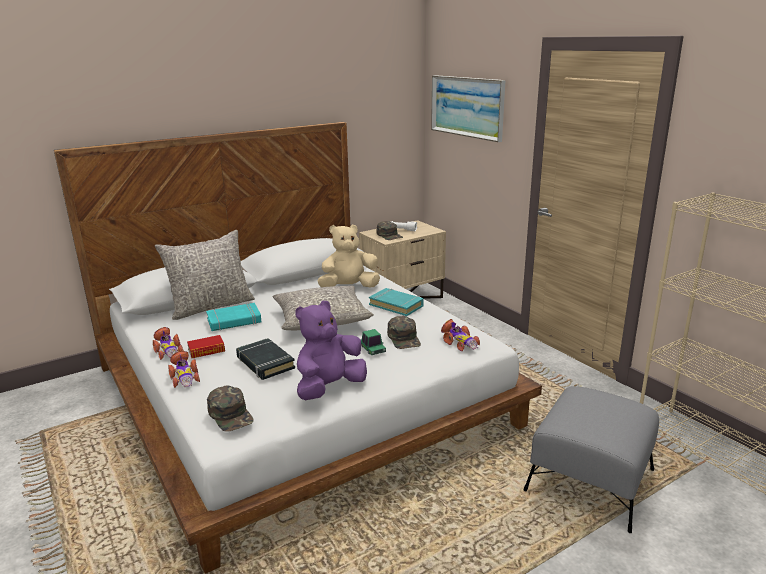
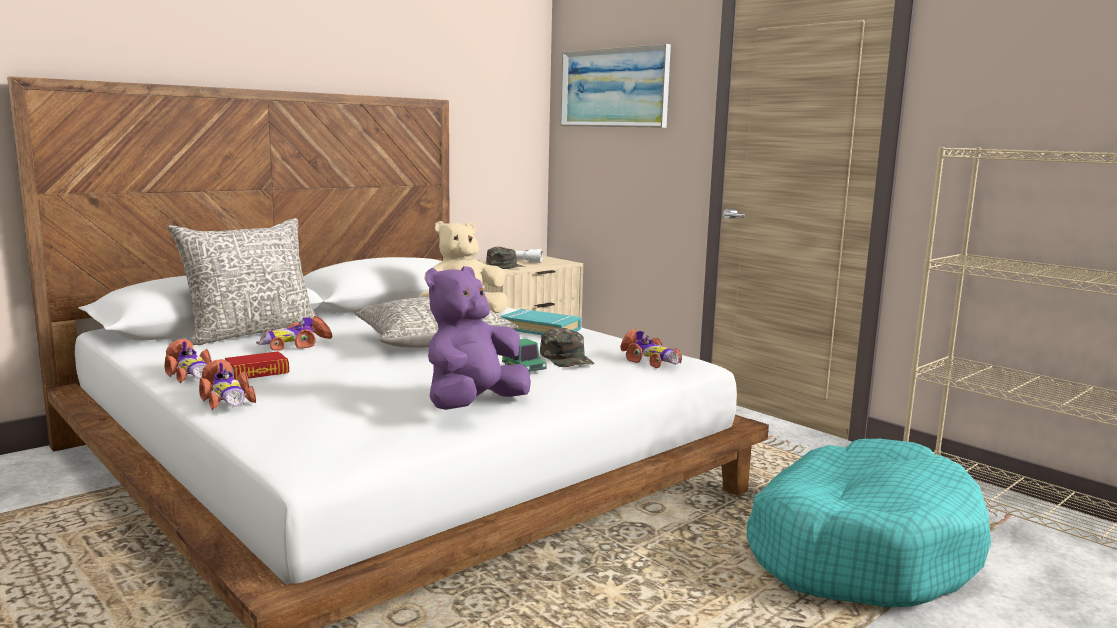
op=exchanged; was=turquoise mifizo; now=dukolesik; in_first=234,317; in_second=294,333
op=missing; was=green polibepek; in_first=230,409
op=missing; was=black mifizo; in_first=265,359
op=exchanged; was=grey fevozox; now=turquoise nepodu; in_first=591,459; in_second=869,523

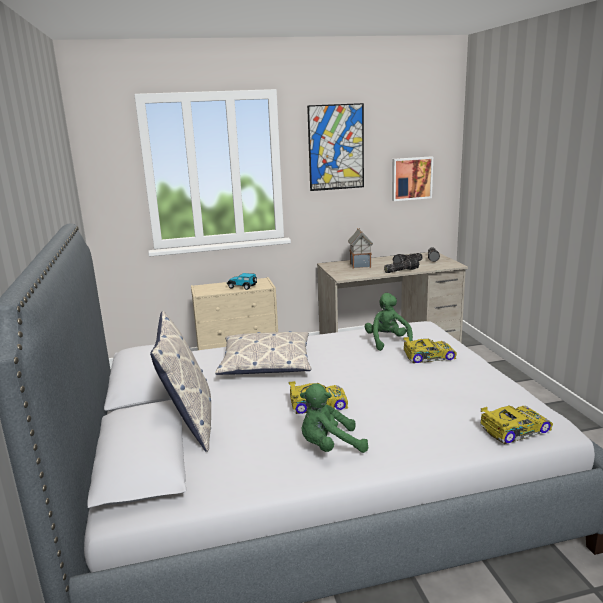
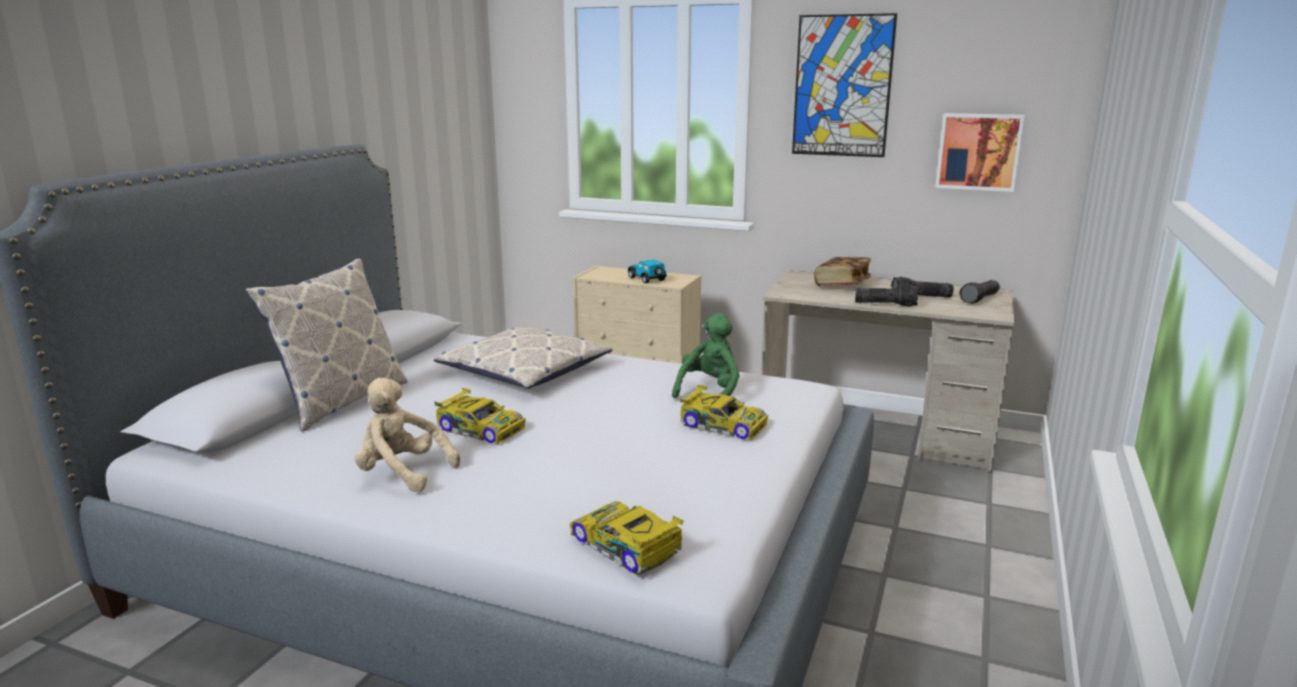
op=colour; was=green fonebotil; now=beige fonebotil; in_first=334,418; in_second=407,435
op=exchanged; was=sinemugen; now=mifizo; in_first=360,248; in_second=842,271
op=spun; was=dukolesik; in_first=516,424; in_second=627,538; clockwise=-150

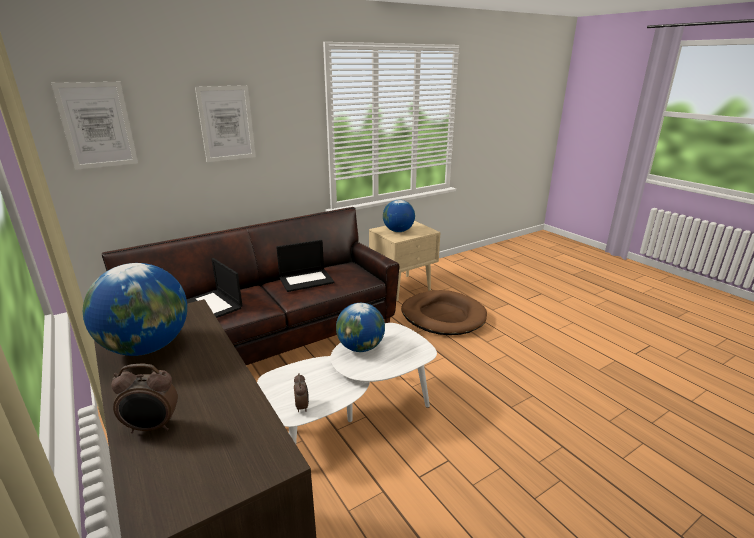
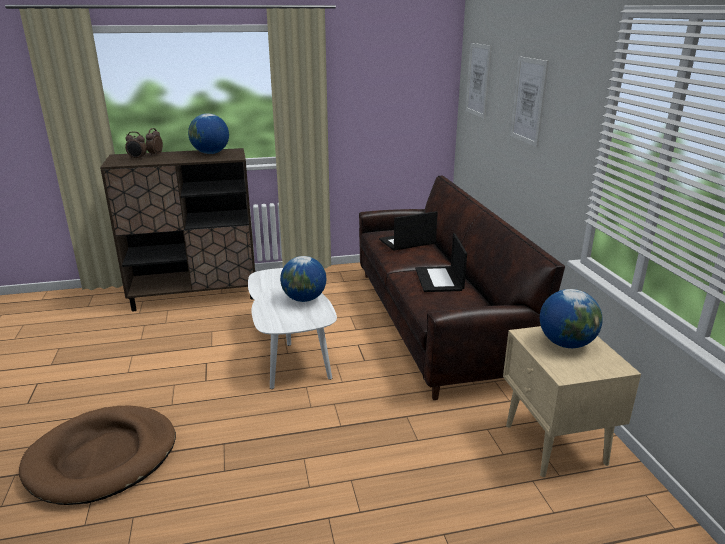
op=relocated; was=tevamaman; in_first=301,392; in_second=136,145
op=relocated; was=brown nepodu; in_first=444,312; in_second=97,455

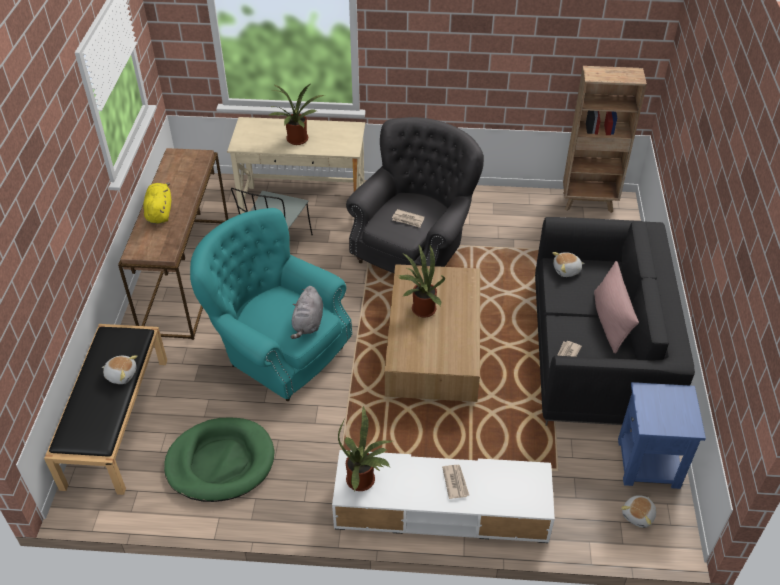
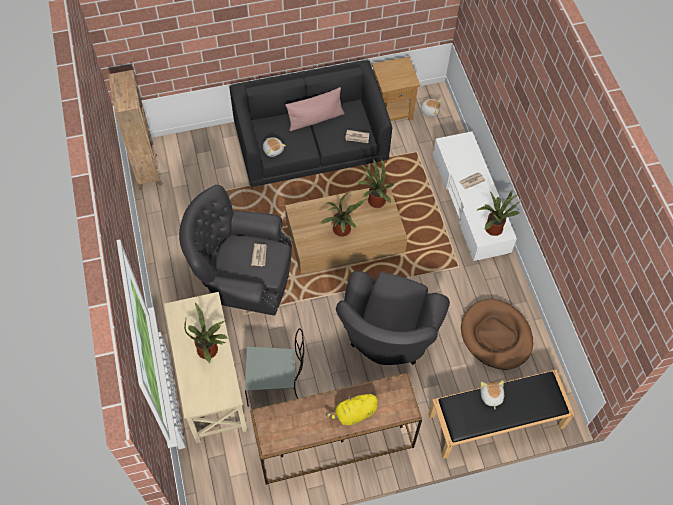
op=colour; was=green nepodu; now=brown nepodu; in_first=219,459; in_second=497,334
op=colour; was=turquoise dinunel; now=grey dinunel; in_first=271,304; in_second=393,318
op=missing; was=grey fonebotil; in_first=307,312
op=colour; was=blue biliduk; now=brown biliduk; in_first=662,435; in_second=396,89
op=appeared; now=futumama; in_second=376,183

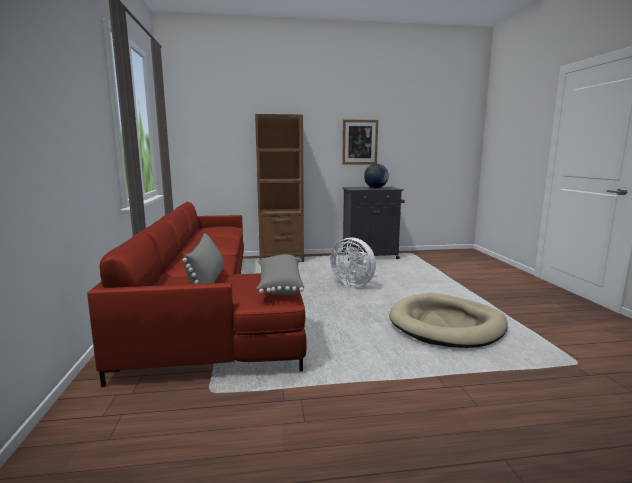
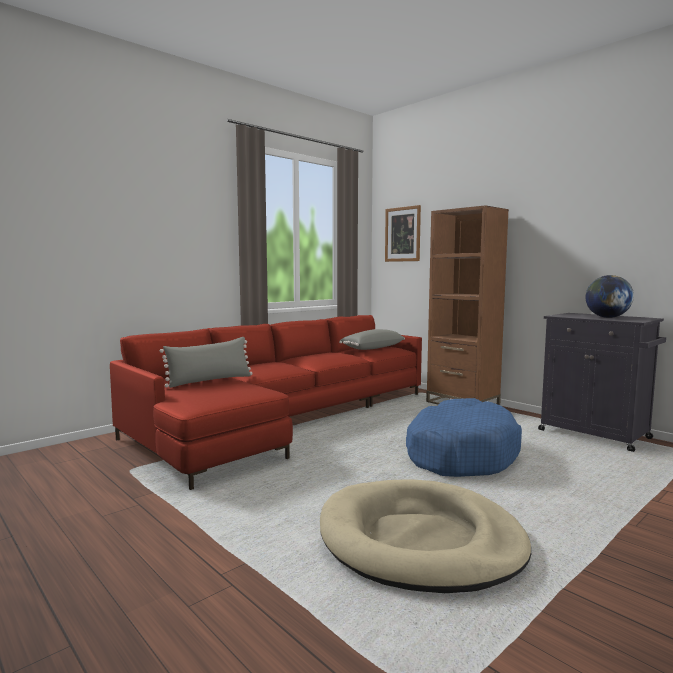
op=relocated; was=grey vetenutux; in_first=280,274; in_second=372,339
op=exchanged; was=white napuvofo; now=blue nepodu; in_first=353,262; in_second=464,437
op=relocated; was=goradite; in_first=360,142; in_second=403,233

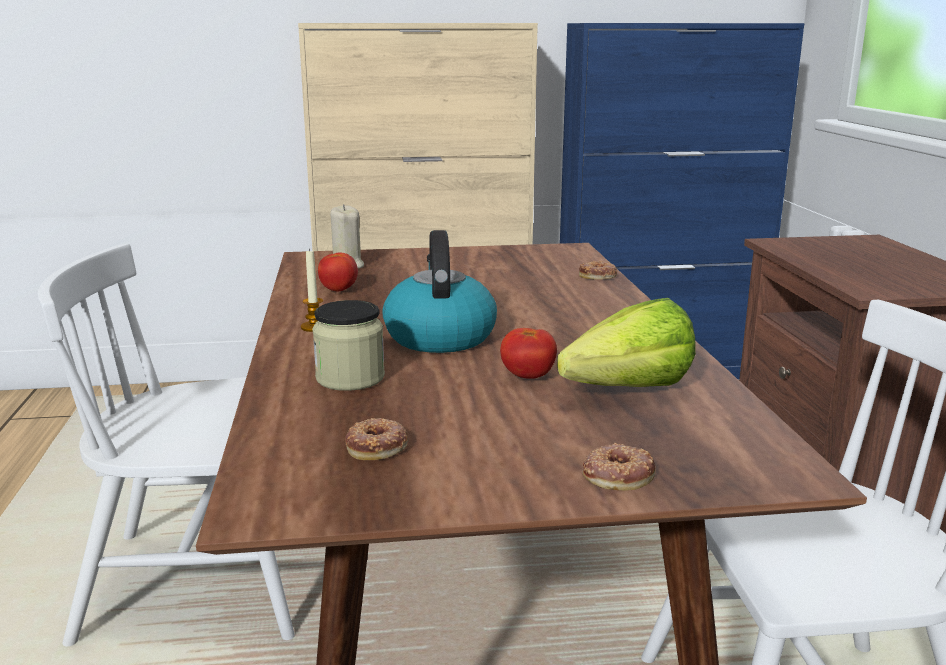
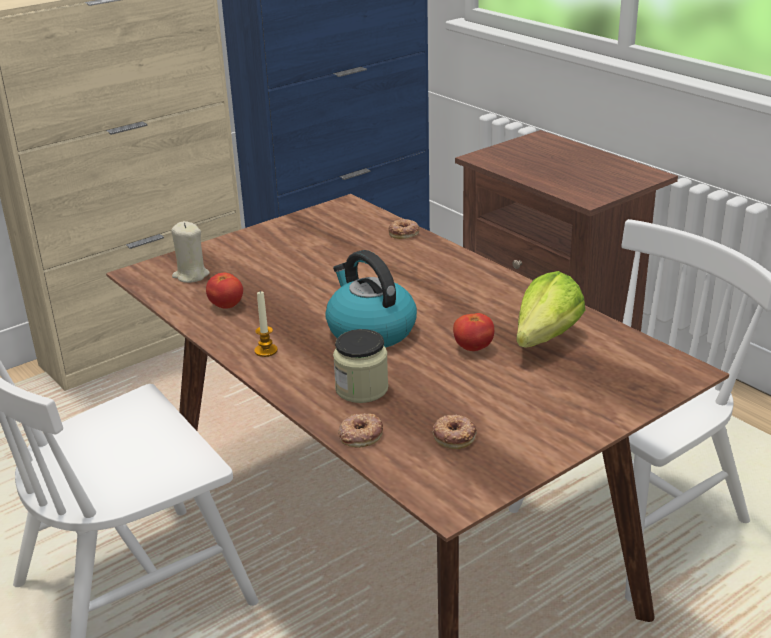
op=relocated; was=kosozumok; in_first=619,466; in_second=360,430

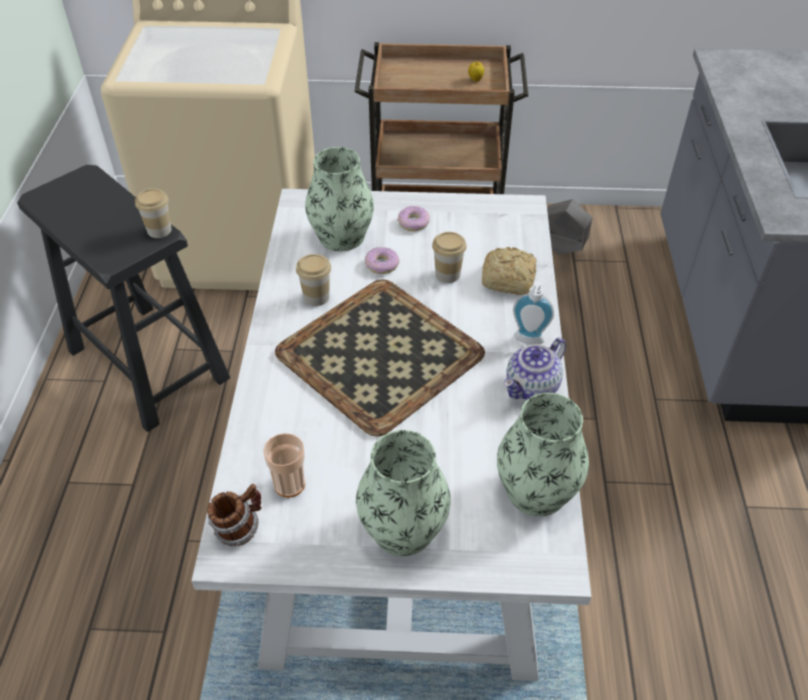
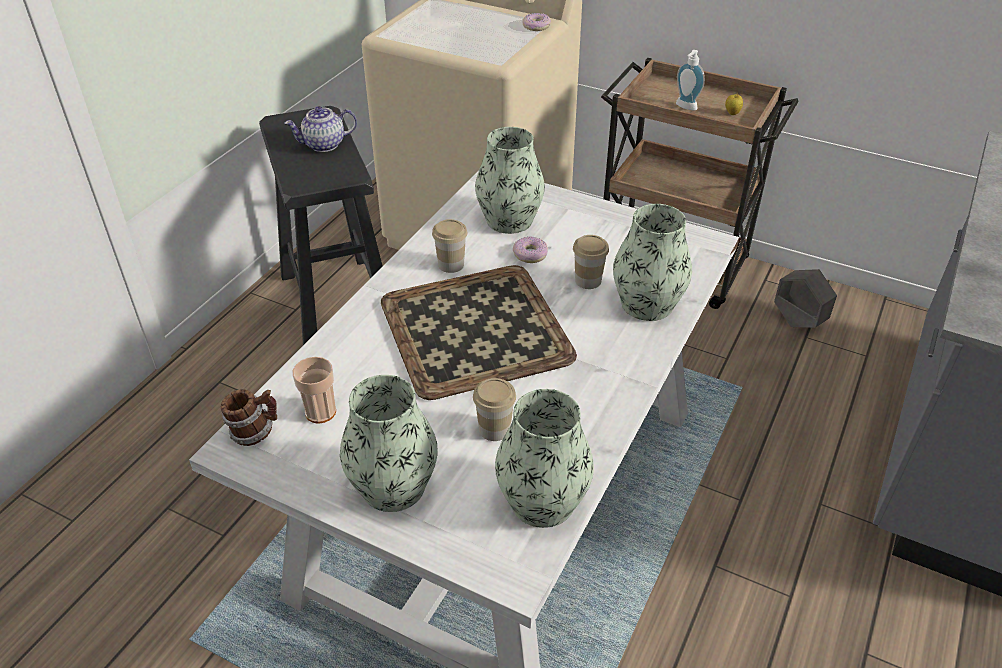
op=relocated; was=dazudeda; in_first=153,213; in_second=494,409
op=relocated; was=kosozumok; in_first=414,218; in_second=536,22
op=exchanged; was=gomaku; now=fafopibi; in_first=509,271; in_second=652,262
op=relocated; was=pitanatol; in_first=535,369; in_second=320,129
op=relocated; was=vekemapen; in_first=533,312; in_second=690,80

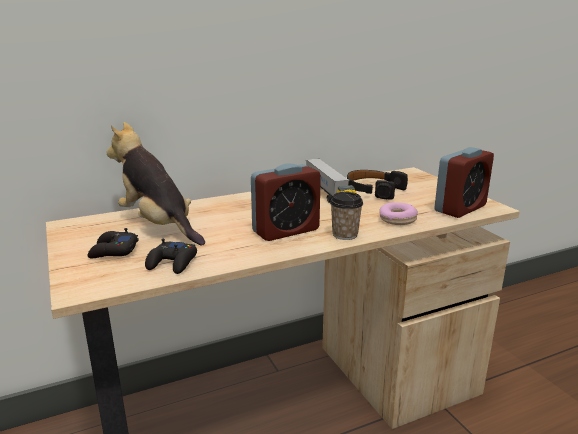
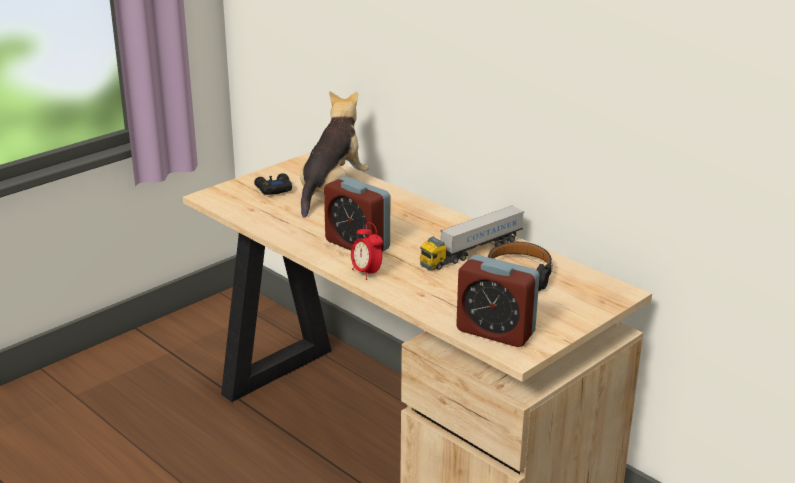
op=missing; was=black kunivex; in_first=171,256
op=exchanged; was=dazudeda; now=tevamaman; in_first=346,216; in_second=367,251
op=missing; was=kosozumok; in_first=398,213

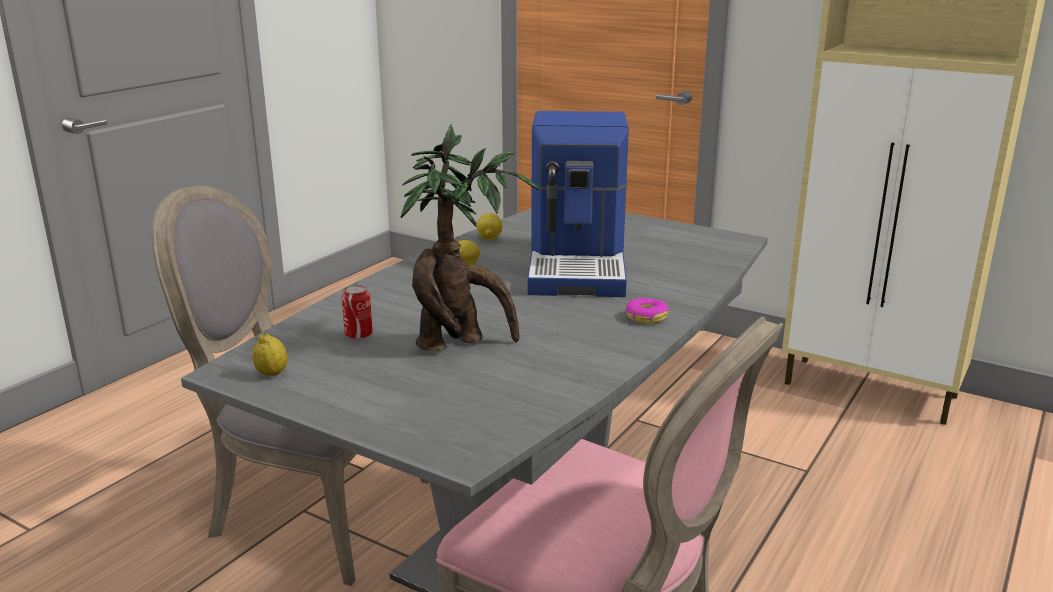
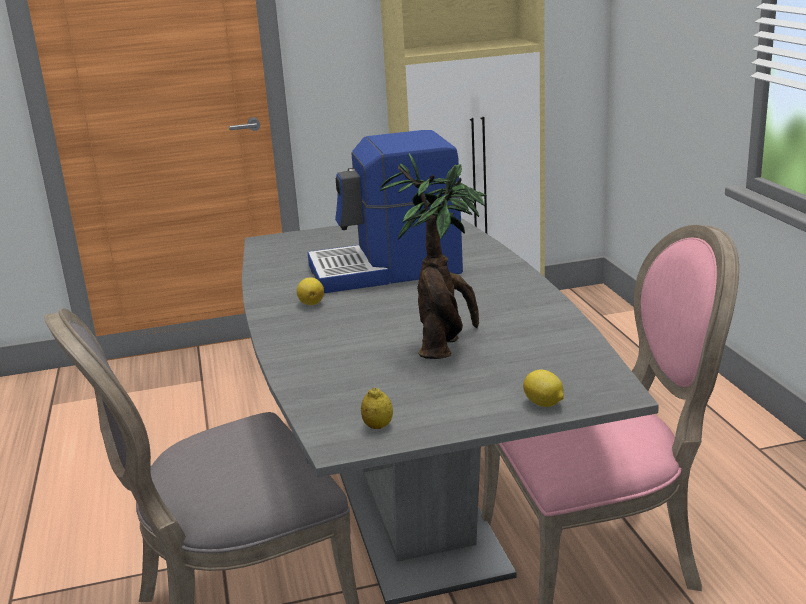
op=missing; was=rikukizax; in_first=357,312
op=relocated; was=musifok; in_first=490,226; in_second=543,388
op=spun; was=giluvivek; in_first=578,204; in_second=385,211; clockwise=120
op=missing; was=kosozumok; in_first=647,311

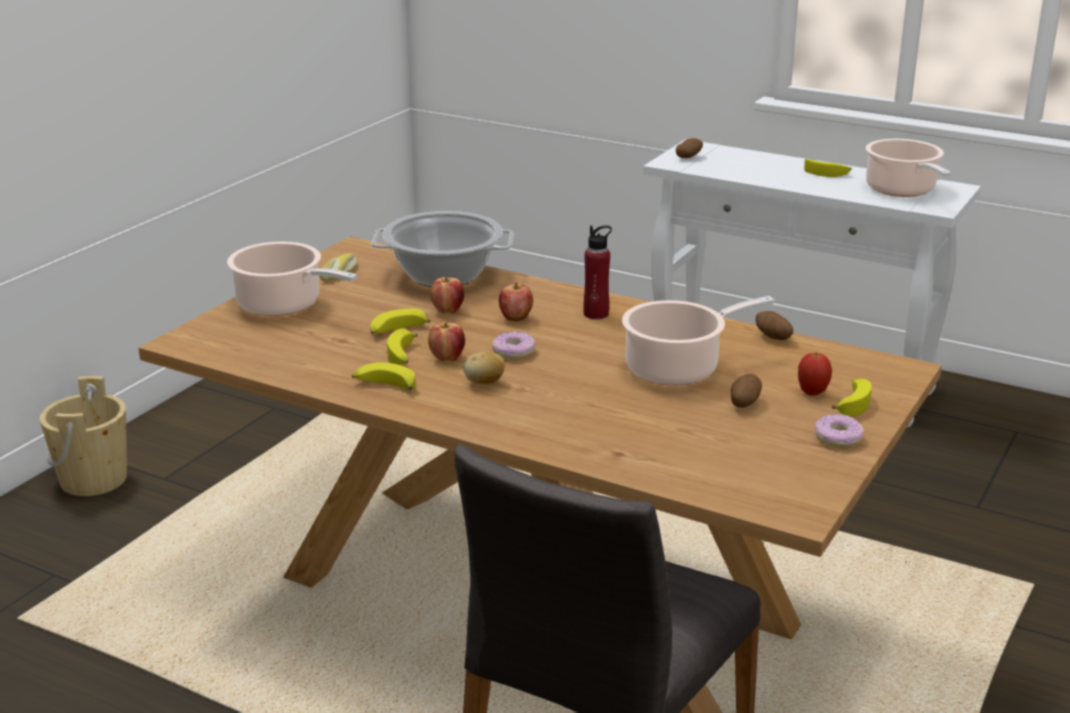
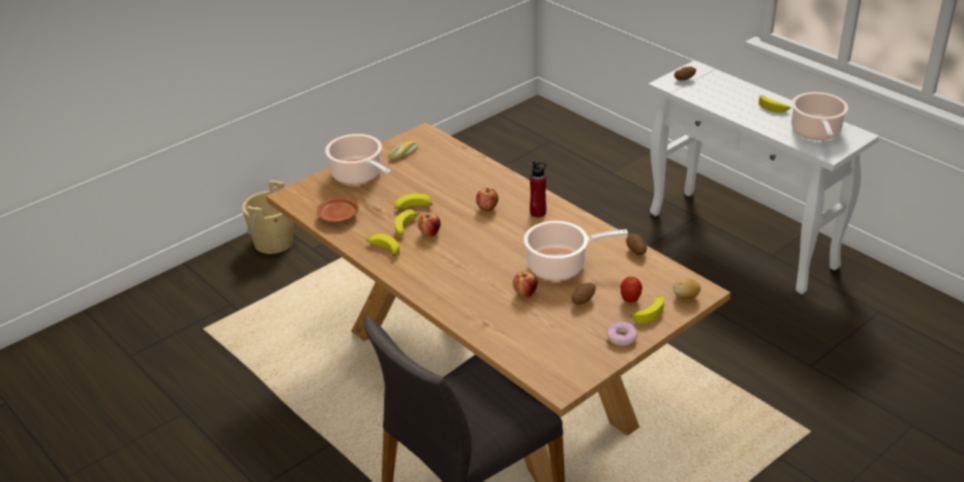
op=missing; was=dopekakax; in_first=442,249
op=relocated; was=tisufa; in_first=447,295; in_second=525,284
op=relocated; was=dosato; in_first=484,367; in_second=687,288
op=missing; was=kosozumok; in_first=514,345
op=appeared; now=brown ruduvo; in_second=338,209

